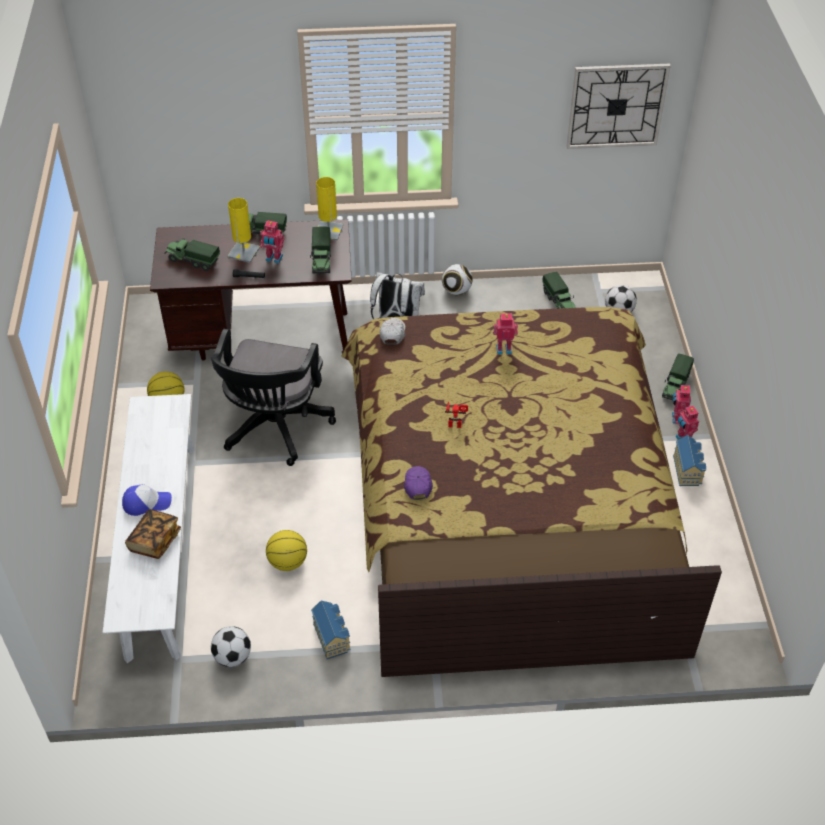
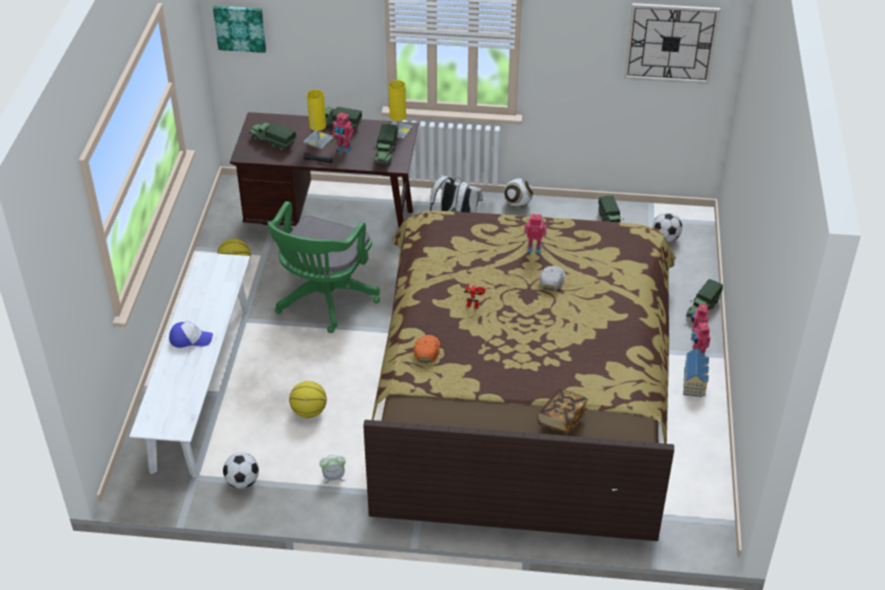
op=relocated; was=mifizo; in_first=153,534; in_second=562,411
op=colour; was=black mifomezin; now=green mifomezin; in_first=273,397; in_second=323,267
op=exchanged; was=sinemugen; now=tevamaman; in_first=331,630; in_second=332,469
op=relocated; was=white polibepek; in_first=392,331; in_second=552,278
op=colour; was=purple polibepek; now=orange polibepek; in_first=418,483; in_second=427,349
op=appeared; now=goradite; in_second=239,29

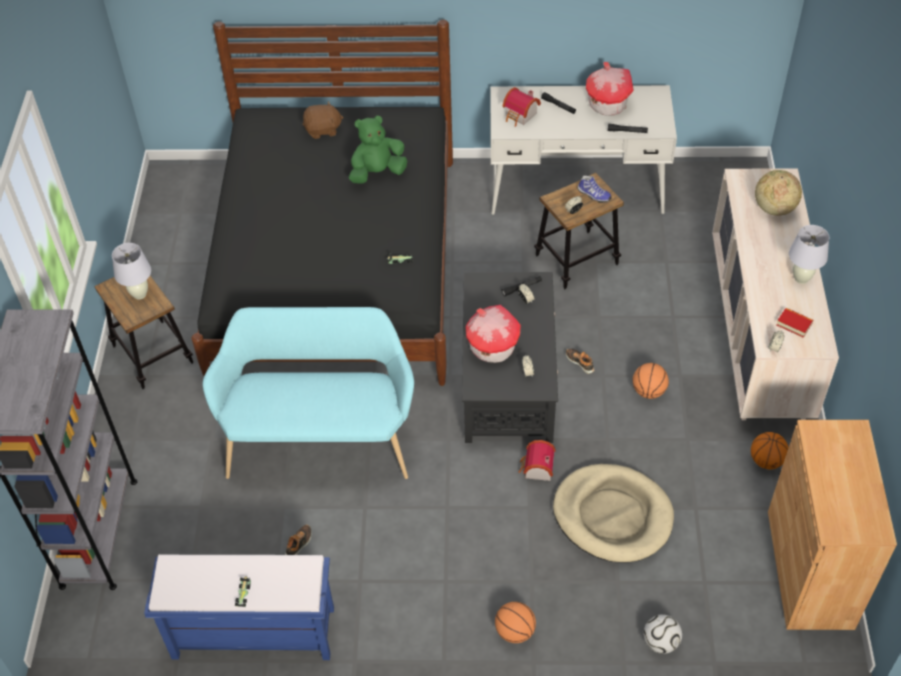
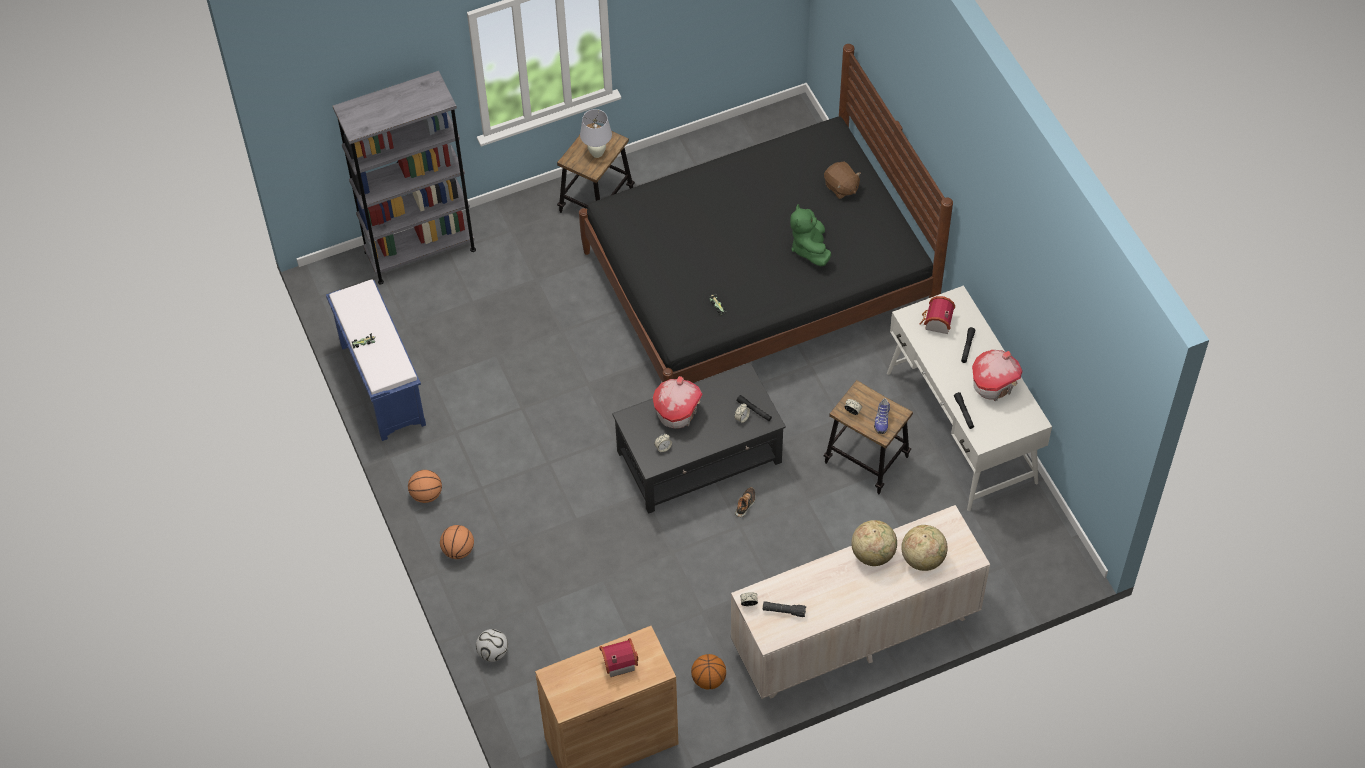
op=missing; was=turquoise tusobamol; in_first=308,393
op=missing; was=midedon; in_first=298,540
op=spun; was=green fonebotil; in_first=378,150; in_second=810,235; clockwise=-135
op=relocated; was=sinemugen; in_first=537,460; in_second=618,657
op=missing; was=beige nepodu; in_first=613,513
op=relocated; was=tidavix; in_first=650,381; in_second=425,486
op=exchanged; was=mifizo; now=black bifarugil; in_first=795,323; in_second=784,609
op=missing; was=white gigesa; in_first=809,254
op=appeared; now=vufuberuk; in_second=874,543

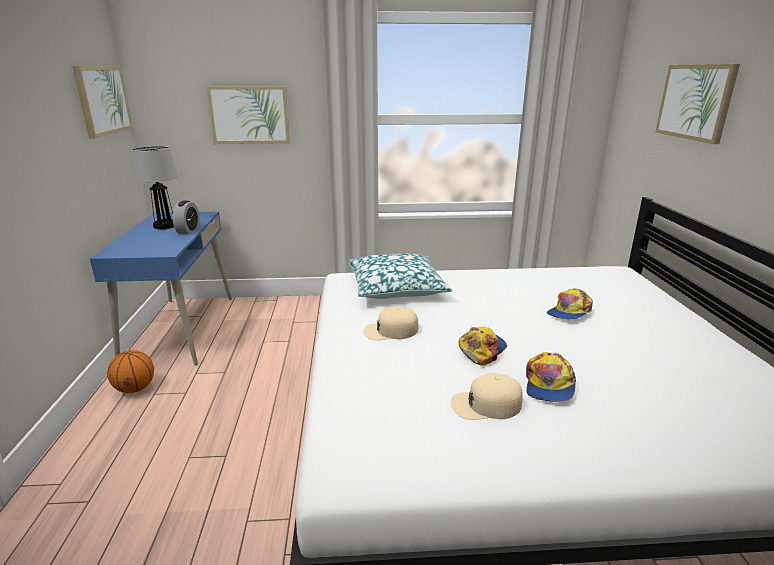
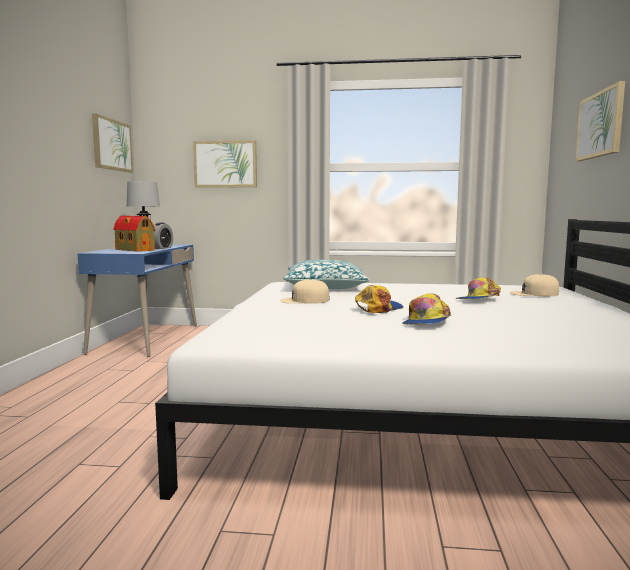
op=missing; was=tidavix; in_first=130,371
op=relocated; was=beige polibepek; in_first=487,396; in_second=534,284
op=appeared; now=sinemugen; in_second=134,234

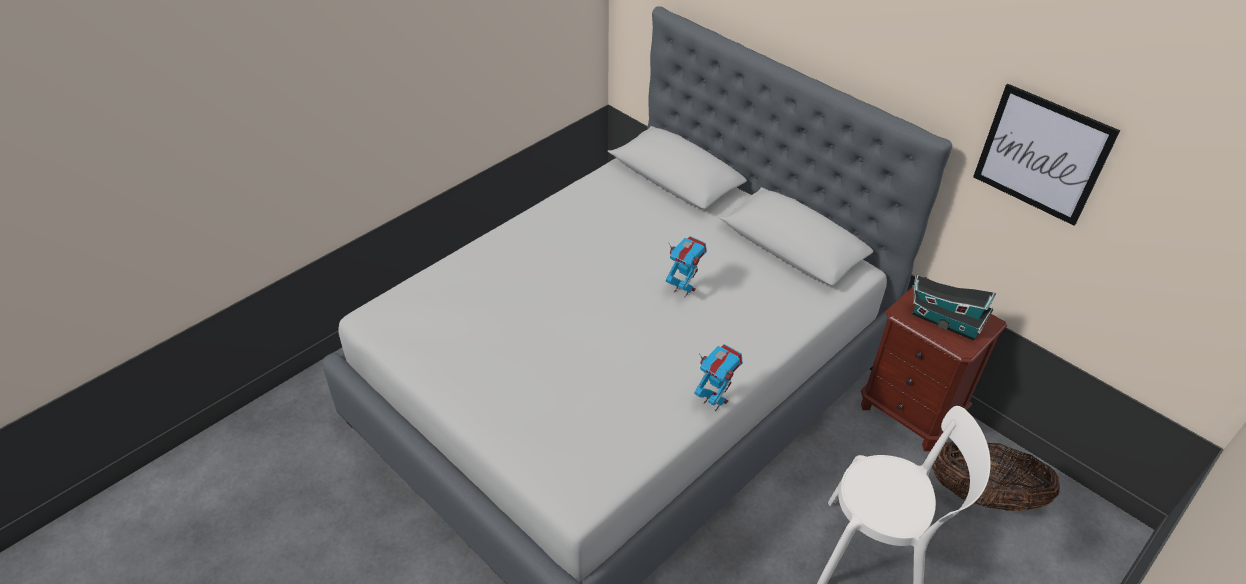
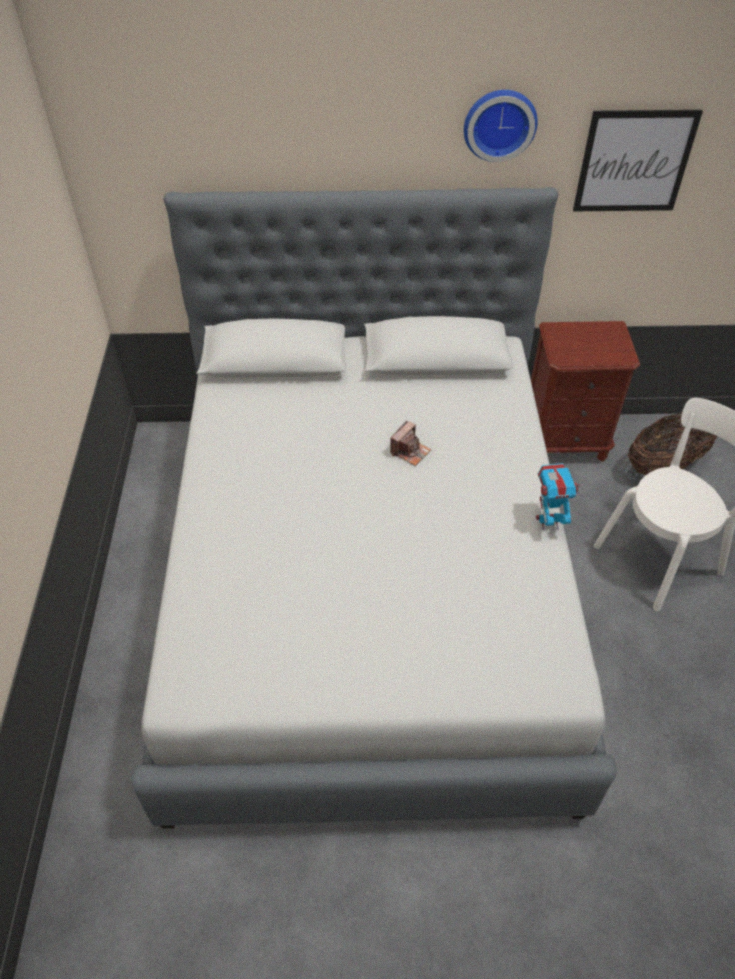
op=exchanged; was=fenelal; now=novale; in_first=686,267; in_second=410,443
op=missing; was=sinemugen; in_first=954,308
op=appeared; now=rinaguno; in_second=501,126

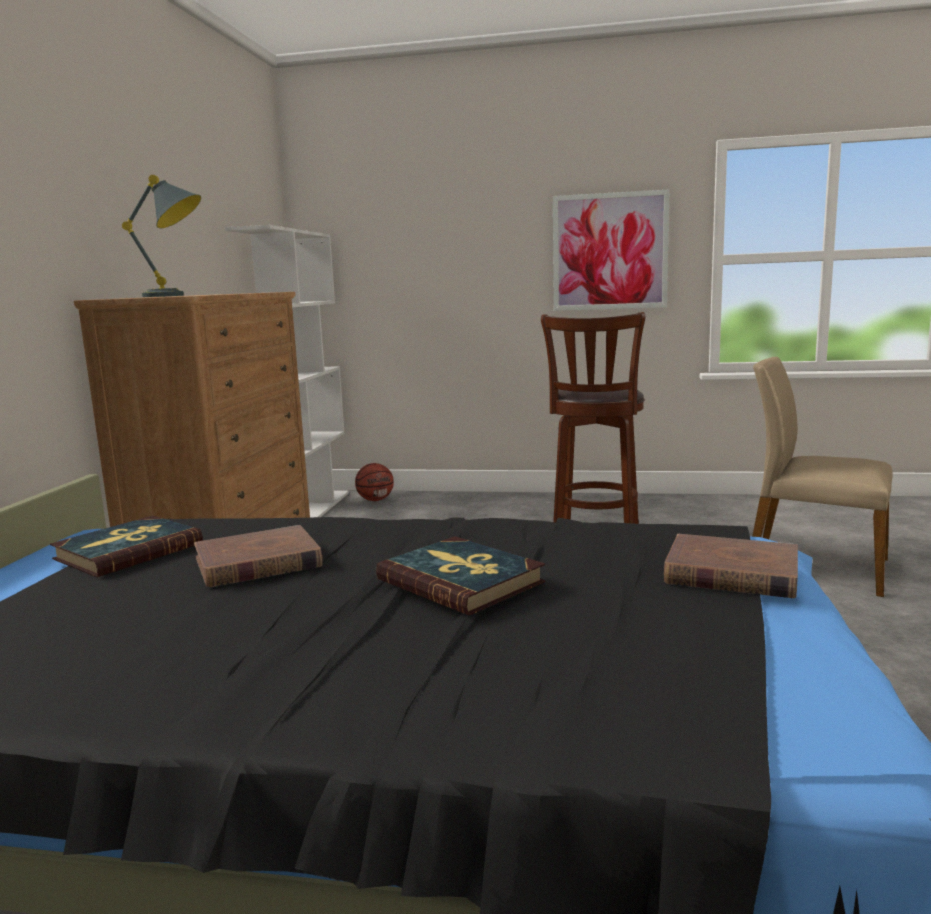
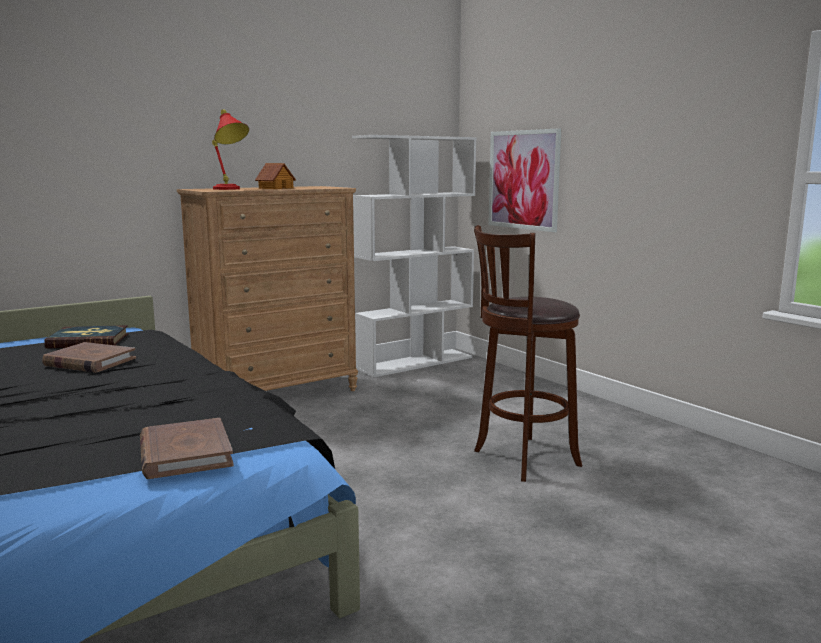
op=colour; was=grey gigesa; now=red gigesa; in_first=161,236; in_second=230,150
op=missing; was=tidavix; in_first=374,482
op=missing; was=mifizo; in_first=460,576
op=relocated; was=goradite; in_first=611,250; in_second=525,180
op=missing; was=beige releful; in_first=822,477
op=appeared; now=sinemugen; in_second=275,176

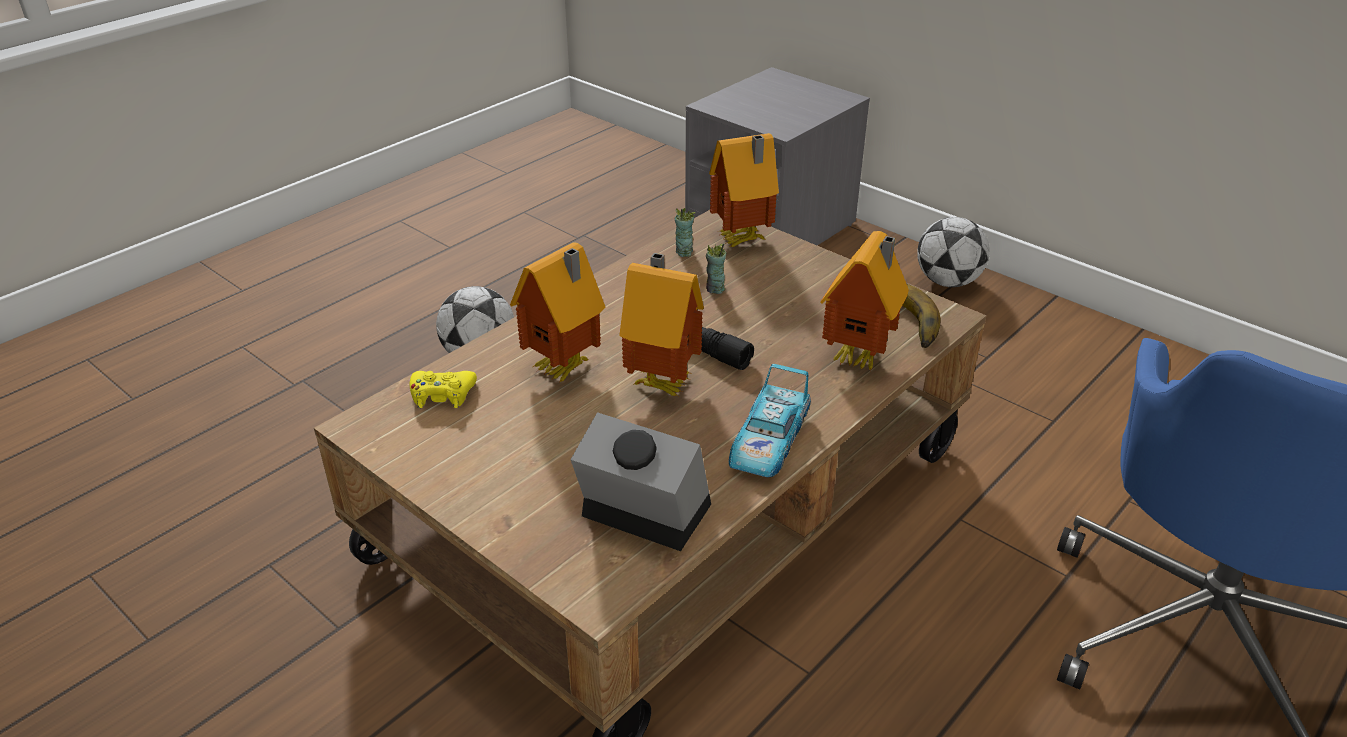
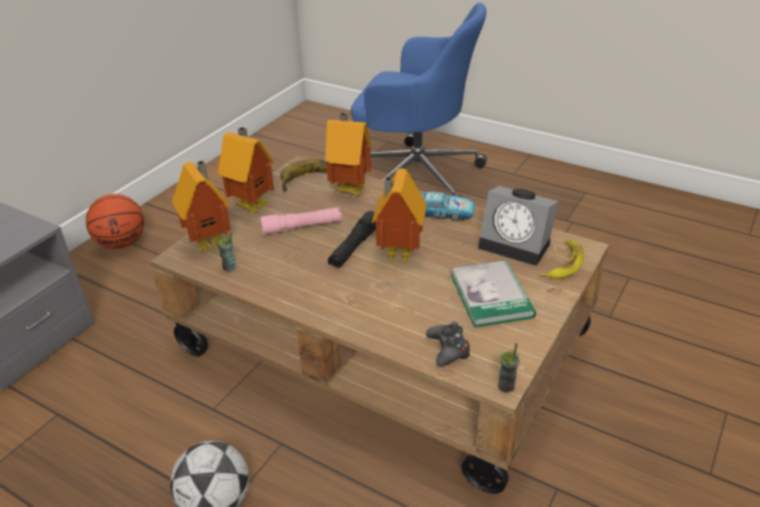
op=colour; was=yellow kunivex; now=black kunivex; in_first=443,389; in_second=448,344
op=relocated; was=sinemugen; in_first=558,312; in_second=246,170
op=spun; was=tevamaman; in_first=641,481; in_second=518,226; clockwise=-75
op=relocated; was=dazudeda; in_first=716,269; in_second=509,368
op=exchanged; was=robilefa; now=tidavix; in_first=953,252; in_second=115,221
op=appeared; now=pink bifarugil; in_second=301,221
op=appeared; now=mifizo; in_second=493,294
op=appeared; now=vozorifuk; in_second=562,259

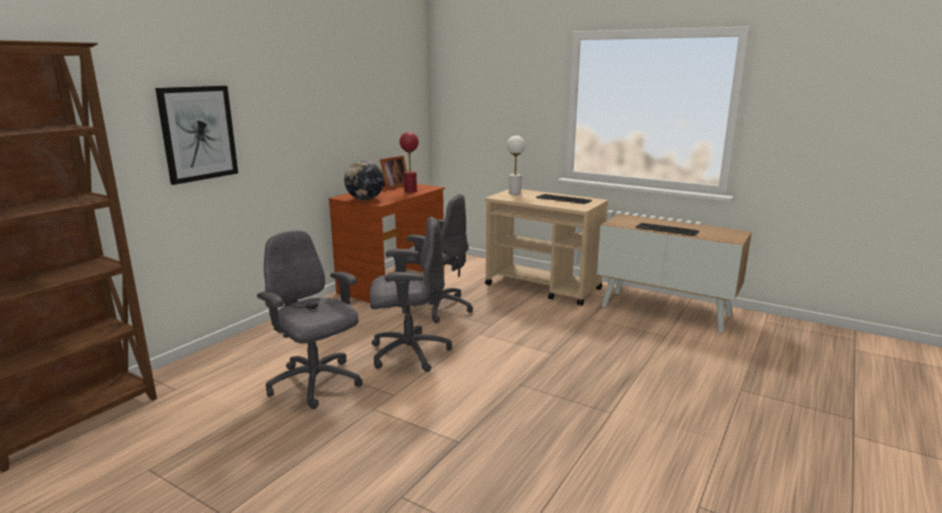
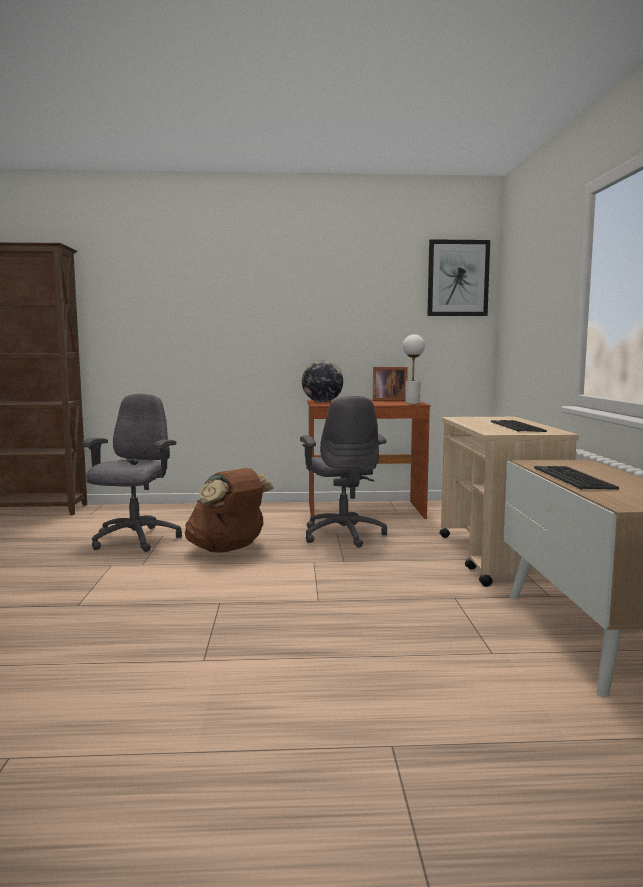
op=relocated; was=goradite; in_first=196,135; in_second=458,277
op=exchanged; was=grey mifomezin; now=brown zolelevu; in_first=411,294; in_second=229,510
op=missing; was=red gigesa; in_first=409,162
op=relocated; was=white gigesa; in_first=516,165; in_second=414,369

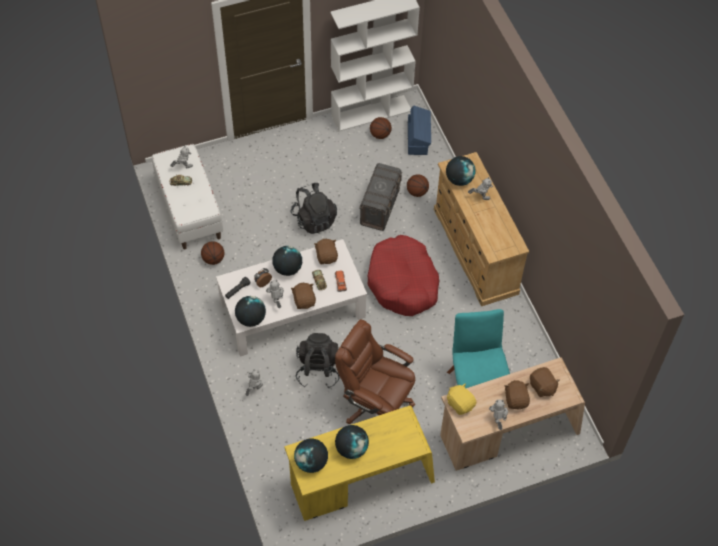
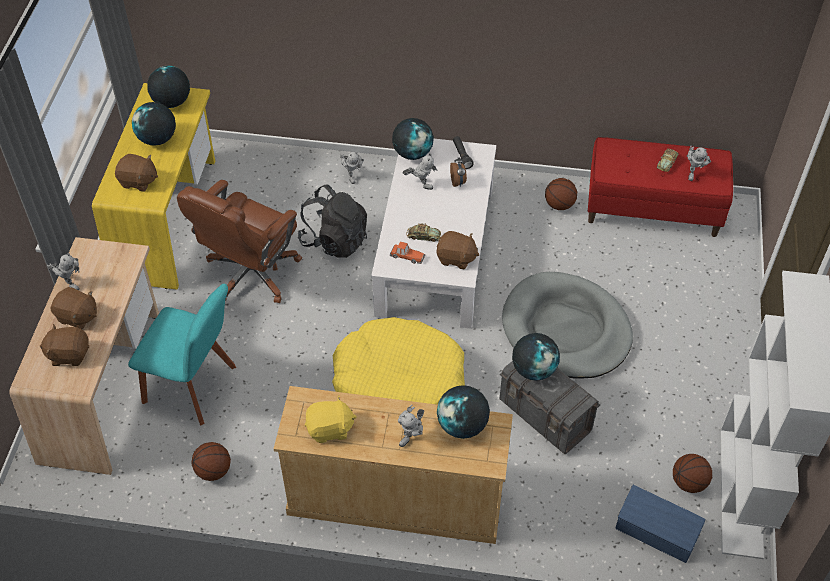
op=colour; was=white tusobamol; now=red tusobamol; in_first=187,196; in_second=660,187
op=relocated; was=vufuberuk; in_first=287,261; in_second=536,357
op=exchanged; was=black zolelevu; now=grey nepodu; in_first=314,208; in_second=567,325
op=relocated; was=brown fonebotil; in_first=303,296; in_second=136,173
op=spun; was=brown mifomezin; in_first=375,371; in_second=239,241; clockwise=150
op=colour; was=red nepodu; now=yellow nepodu; in_first=404,275; in_second=398,361
op=relocated; was=tidavix; in_first=418,185; in_second=211,461
op=relocated; was=yellow fonebotil; in_first=461,399; in_second=331,419

